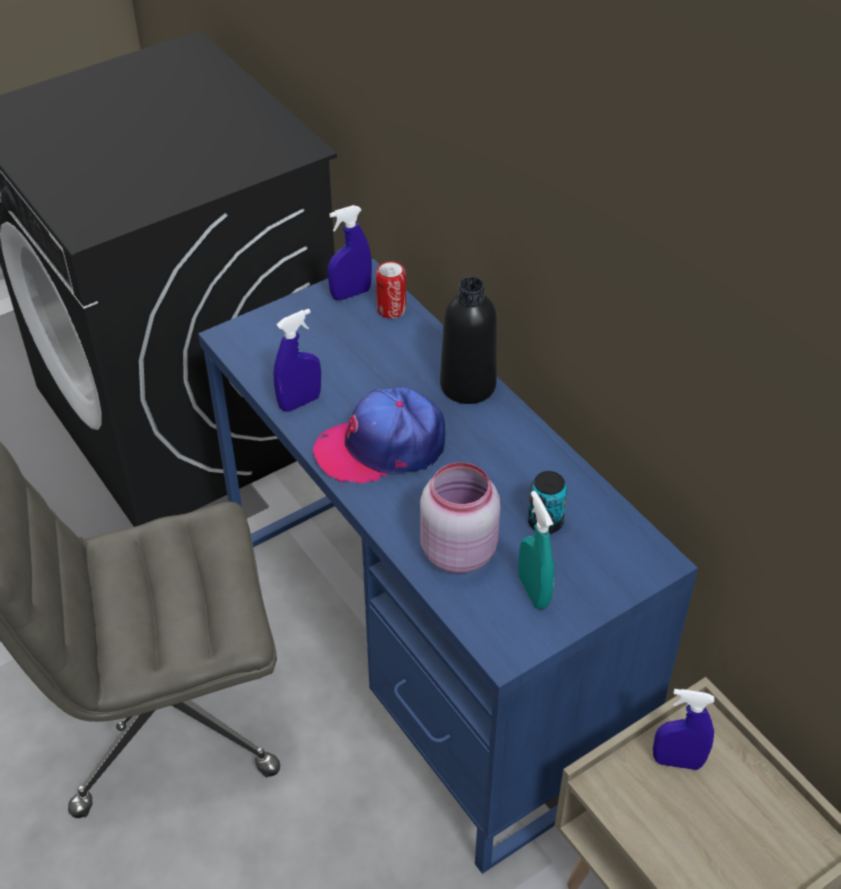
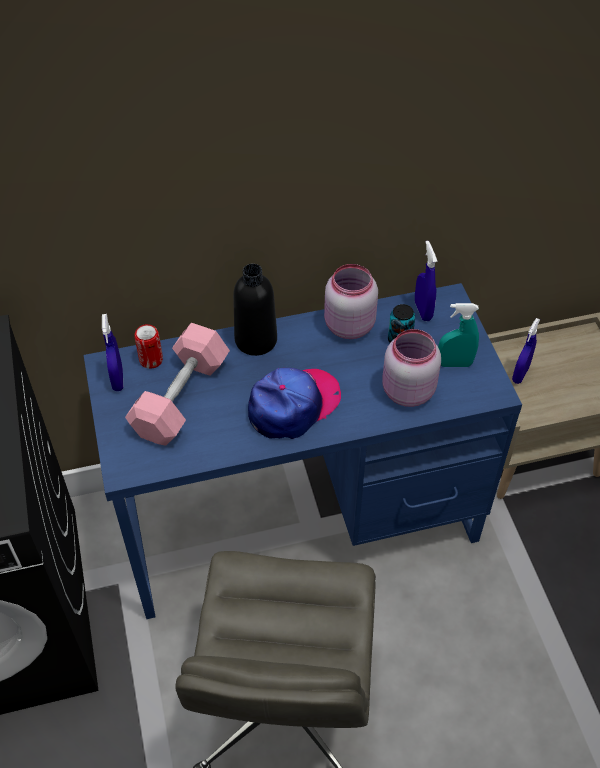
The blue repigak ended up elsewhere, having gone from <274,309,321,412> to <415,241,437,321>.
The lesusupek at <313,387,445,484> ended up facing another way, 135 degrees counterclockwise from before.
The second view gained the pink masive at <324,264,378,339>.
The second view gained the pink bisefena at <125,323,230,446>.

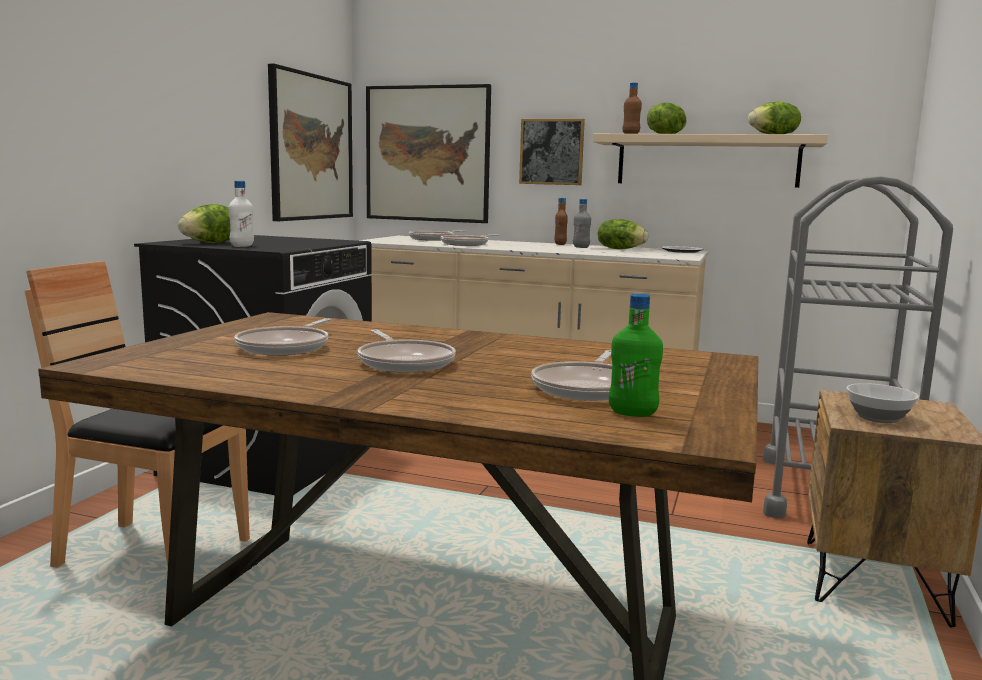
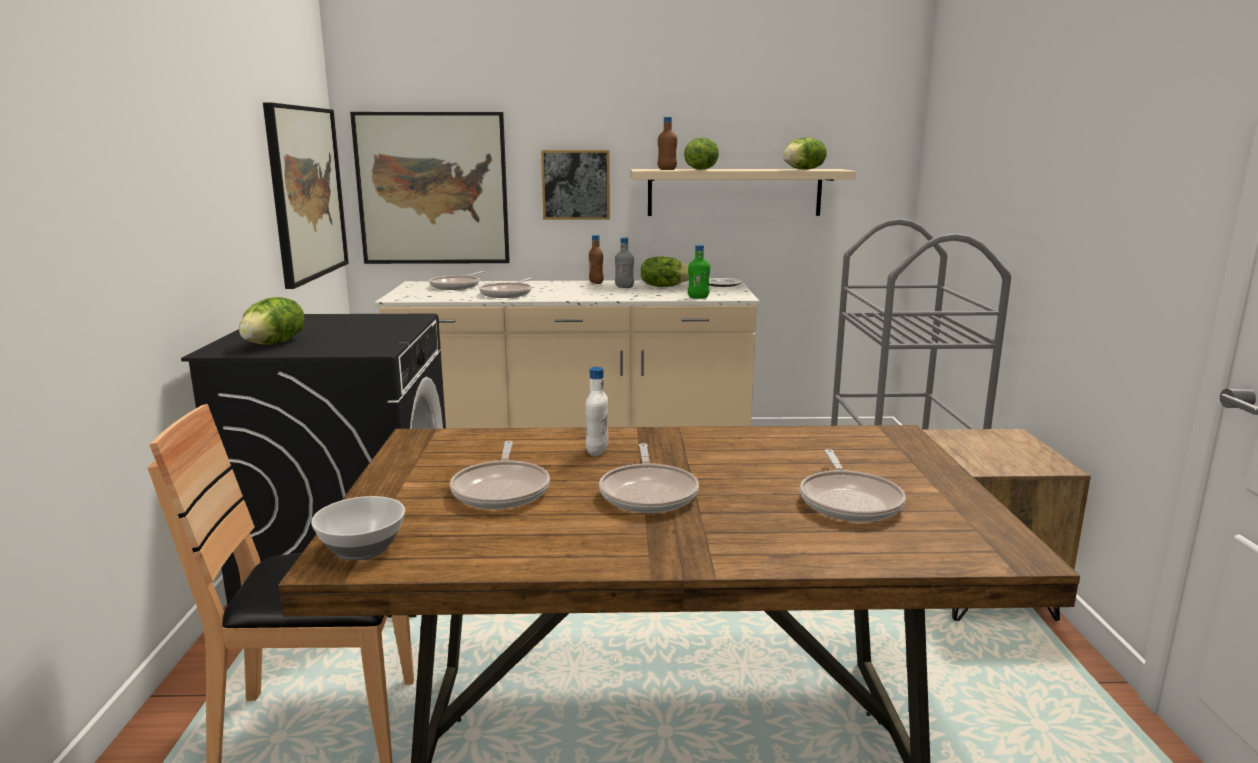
The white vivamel ended up elsewhere, having gone from <228,181,254,247> to <585,367,609,456>.
The green vivamel ended up elsewhere, having gone from <609,294,663,417> to <688,244,710,299>.
The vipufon at <358,330,456,372> ended up facing another way, 45 degrees clockwise from before.
The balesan ended up elsewhere, having gone from <846,383,919,423> to <311,496,405,560>.

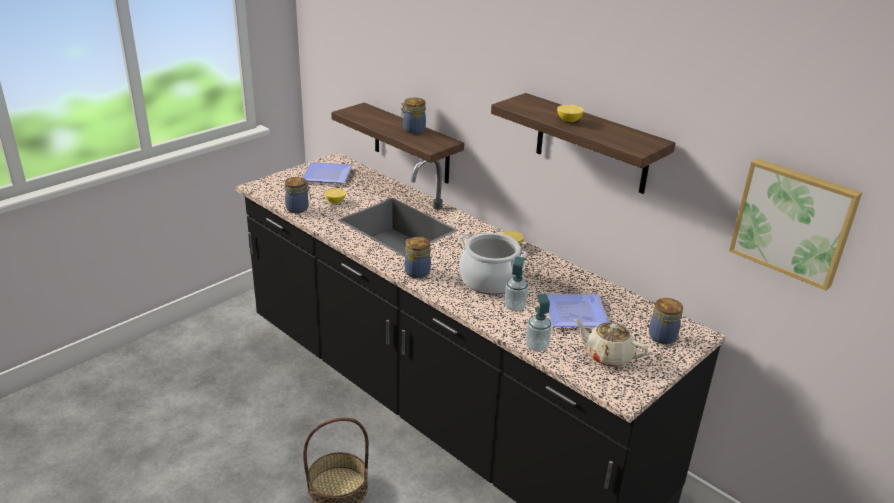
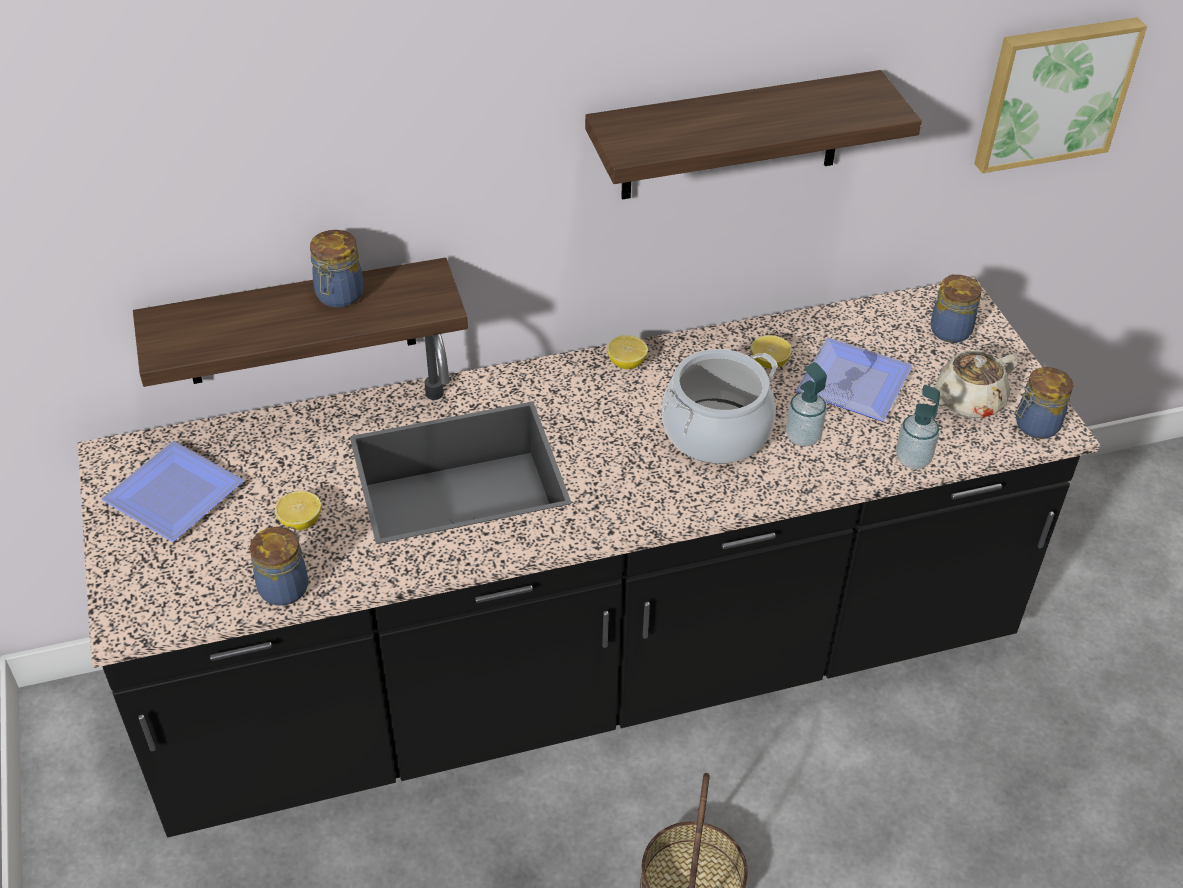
The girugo ended up elsewhere, having gone from <557,105,584,122> to <751,335,792,369>.
The masive ended up elsewhere, having gone from <404,237,431,278> to <1016,367,1073,439>.

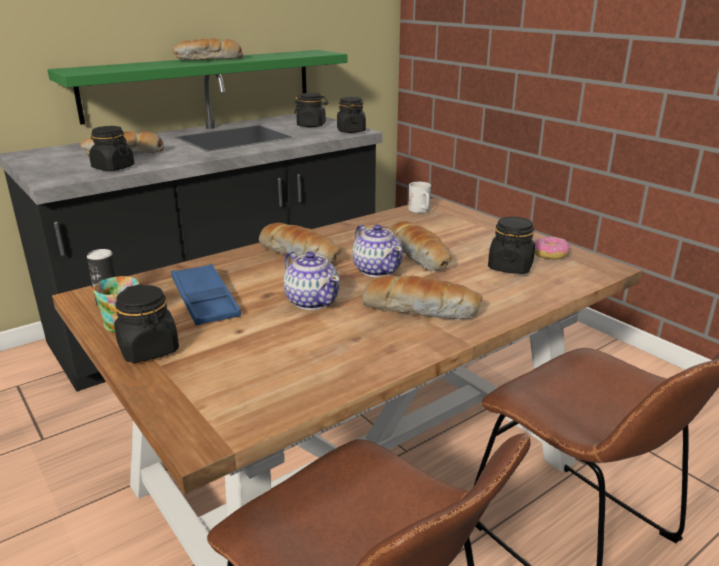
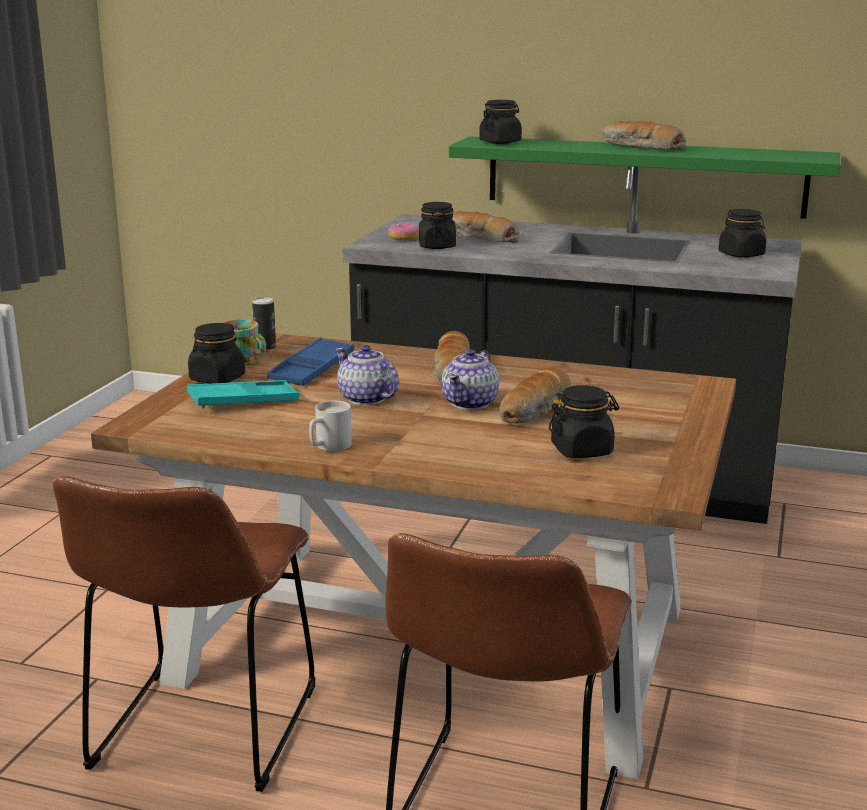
The black masive ended up elsewhere, having gone from <337,97,366,133> to <479,100,522,144>.
The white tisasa ended up elsewhere, having gone from <408,182,431,213> to <309,401,351,451>.
The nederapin ended up elsewhere, having gone from <534,237,570,259> to <388,224,419,240>.
The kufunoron at <283,251,340,310> ended up facing another way, 120 degrees clockwise from before.
The second view lost the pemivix at <362,275,482,319>.
The second view gained the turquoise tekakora at <187,380,300,409>.

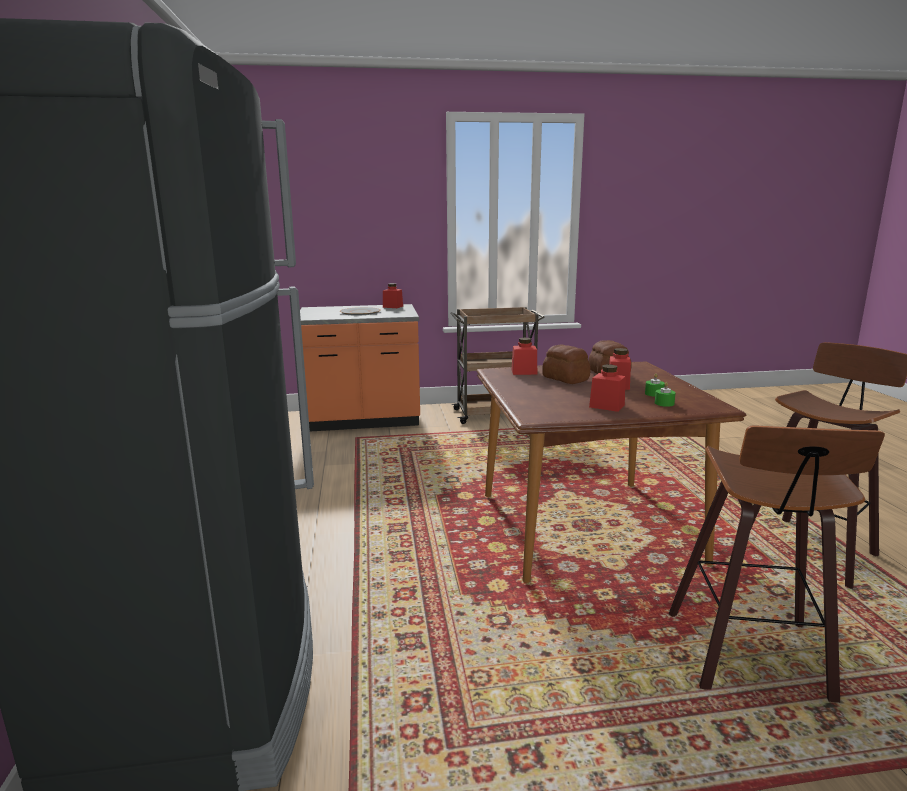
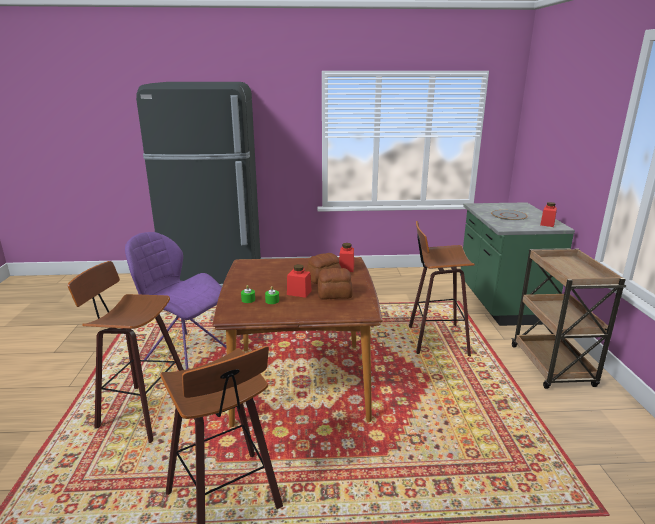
What was the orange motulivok at <300,304,420,431> turned into the green motulivok at <460,202,575,326>.
The second view lost the red masive at <589,365,626,412>.
The second view gained the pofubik at <409,221,475,357>.
The second view gained the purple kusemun at <125,232,226,370>.

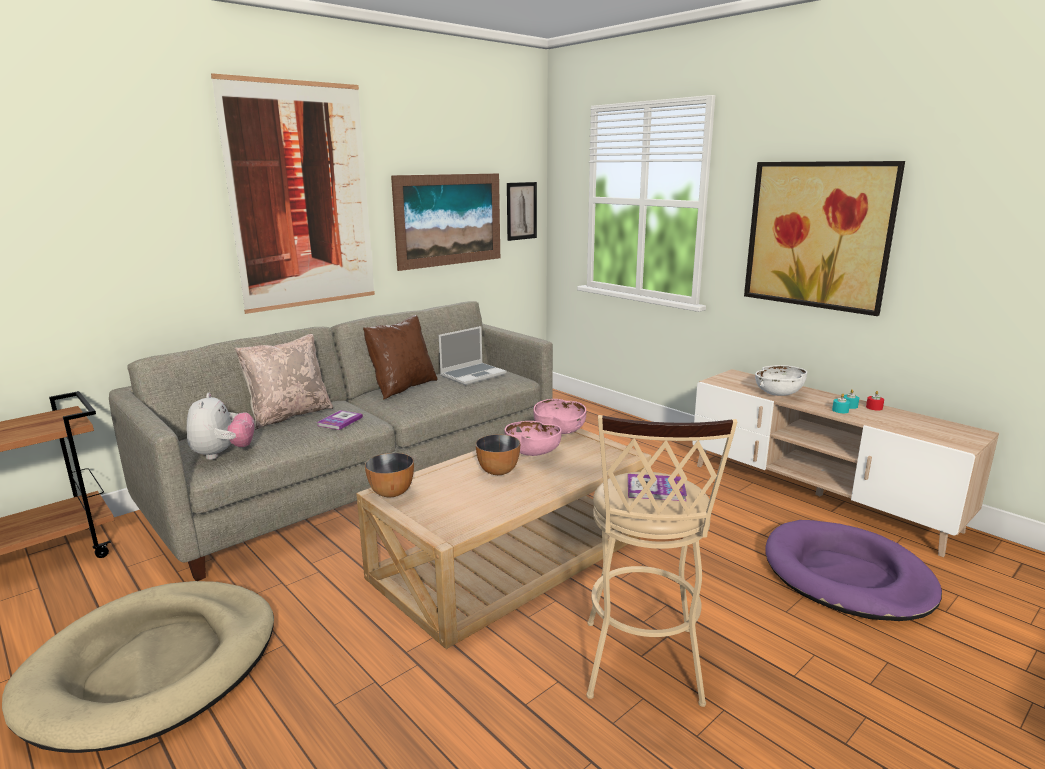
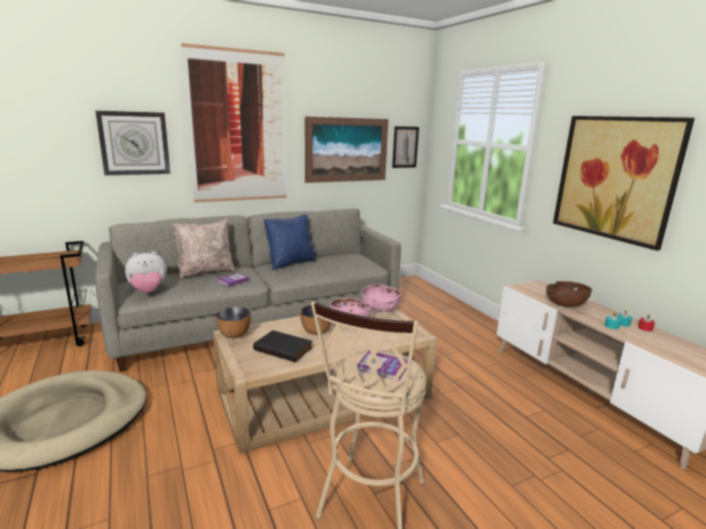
What was the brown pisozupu at <363,315,437,400> turned into the blue pisozupu at <264,214,316,270>.
The second view lost the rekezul at <439,326,506,385>.
What was the white balesan at <755,365,807,396> turned into the brown balesan at <546,281,592,307>.
The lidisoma at <187,393,255,460> ended up facing another way, 60 degrees clockwise from before.
The second view lost the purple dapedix at <765,520,942,621>.
The second view gained the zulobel at <95,110,171,175>.
The second view gained the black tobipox at <253,330,313,362>.

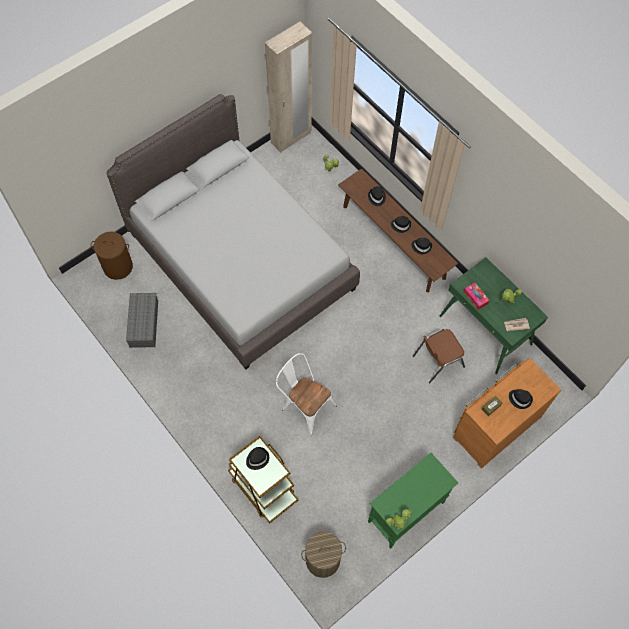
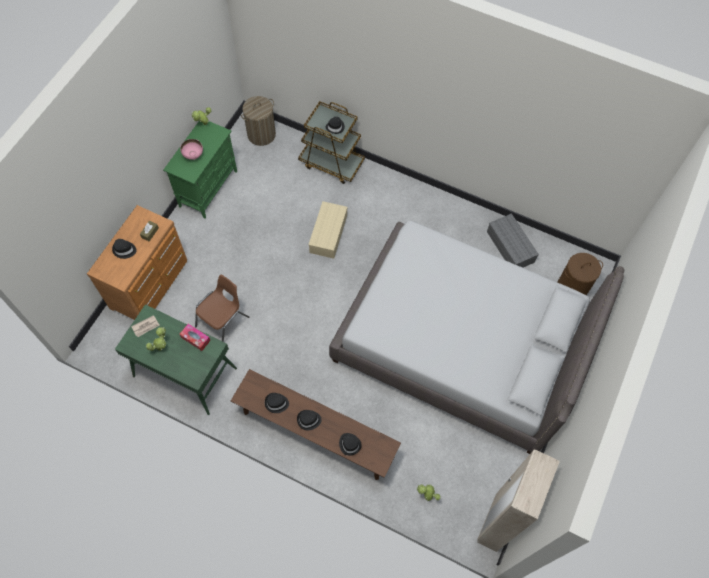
Where the white kusemun stood at <276,353,336,436>, the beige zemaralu came to stand at <308,201,347,259>.
The second view gained the pink balesan at <180,139,203,160>.

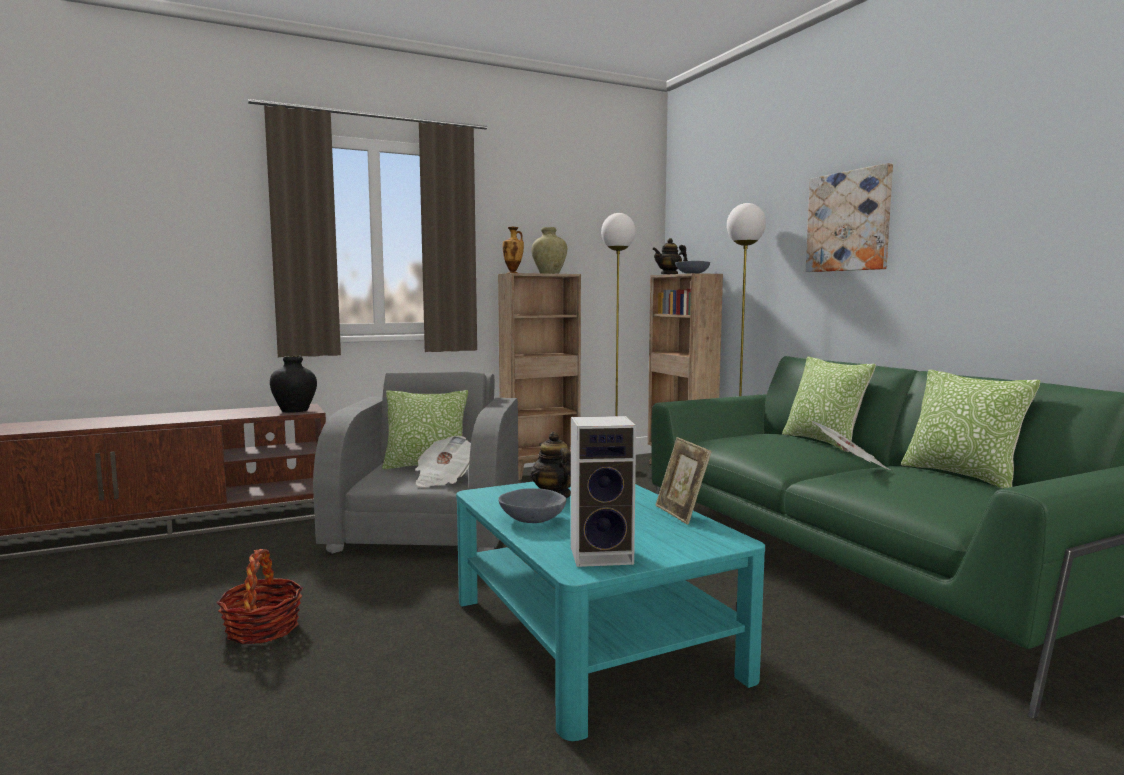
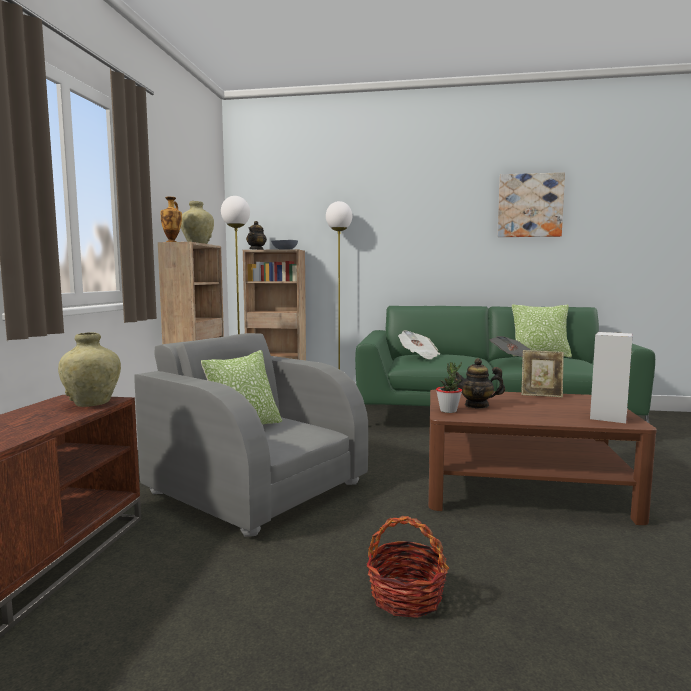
The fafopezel ended up elsewhere, having gone from <806,163,893,272> to <497,172,565,237>.
What was the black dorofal at <270,355,317,413> turned into the beige dorofal at <58,332,121,407>.
The second view lost the pisozupu at <782,356,876,452>.
The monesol ended up elsewhere, having gone from <415,436,471,487> to <398,331,440,359>.
What was the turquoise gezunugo at <456,482,765,741> turned into the brown gezunugo at <428,389,657,525>.
The second view lost the grey balesan at <498,488,566,523>.
The second view gained the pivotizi at <436,362,462,413>.

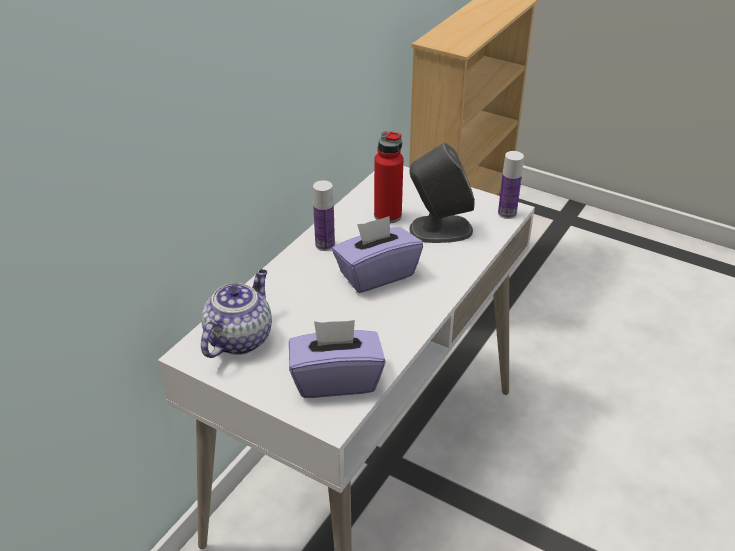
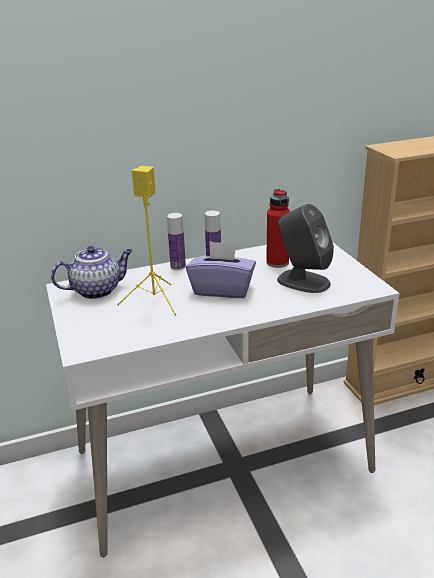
The vivamel ended up elsewhere, having gone from <498,151,524,219> to <167,213,186,270>.
The second view lost the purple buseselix at <289,320,385,398>.
The second view gained the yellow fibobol at <117,166,177,316>.

